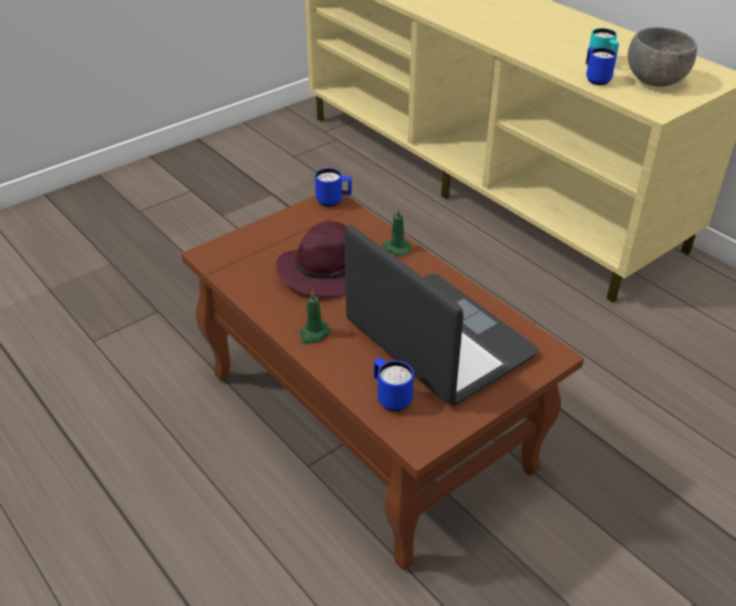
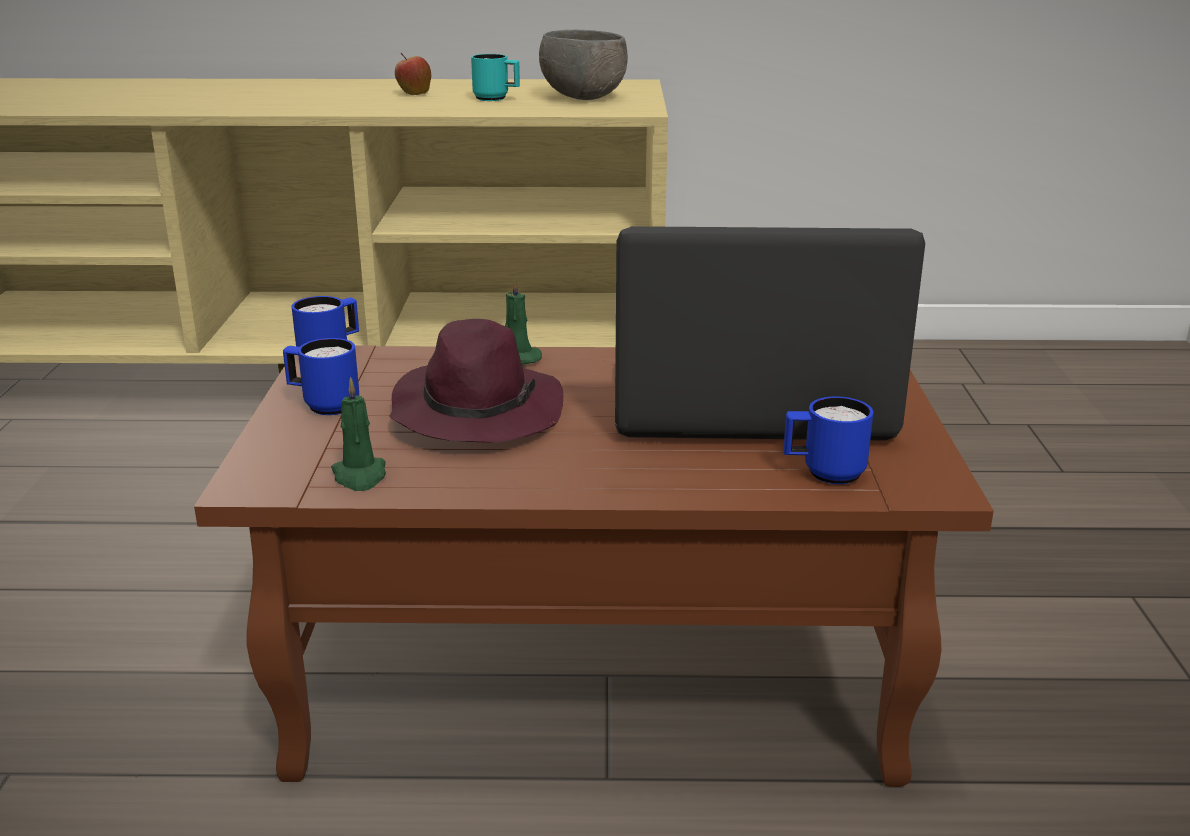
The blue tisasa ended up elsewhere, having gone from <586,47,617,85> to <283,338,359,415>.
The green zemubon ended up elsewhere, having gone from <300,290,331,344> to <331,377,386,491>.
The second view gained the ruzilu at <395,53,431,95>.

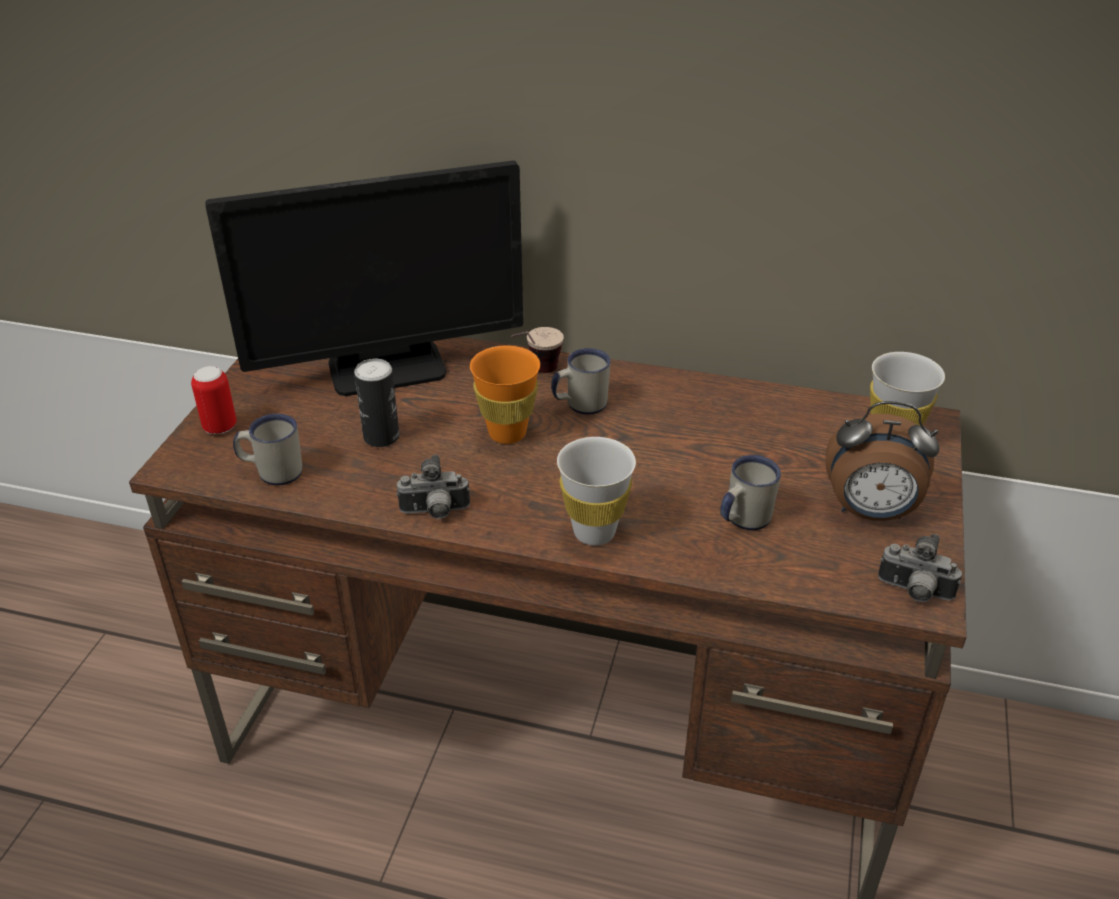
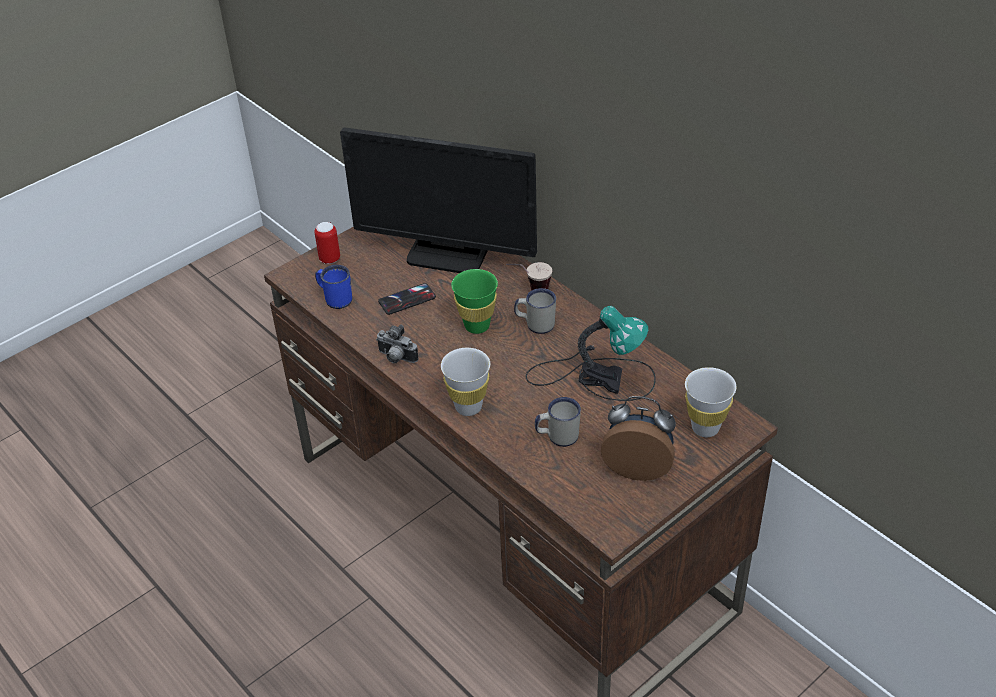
What was the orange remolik at <470,345,540,444> turned into the green remolik at <451,269,498,334>.
Where the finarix stood at <354,359,399,447>, the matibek came to stand at <378,283,436,315>.
The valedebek at <826,401,940,521> ended up facing another way, 150 degrees clockwise from before.
What was the white tisasa at <233,414,302,485> turned into the blue tisasa at <315,265,352,309>.
The second view lost the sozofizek at <878,534,962,602>.
The second view gained the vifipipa at <526,306,656,401>.

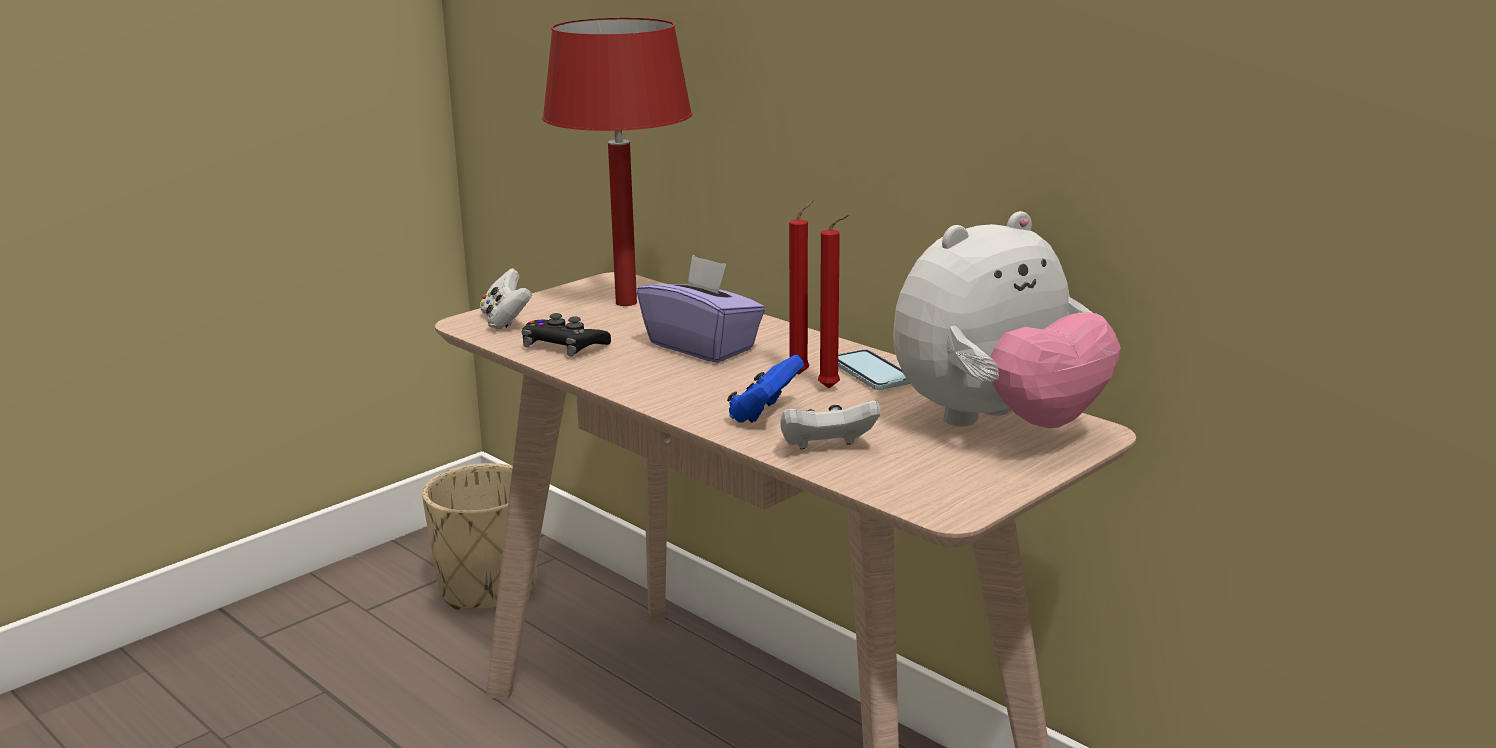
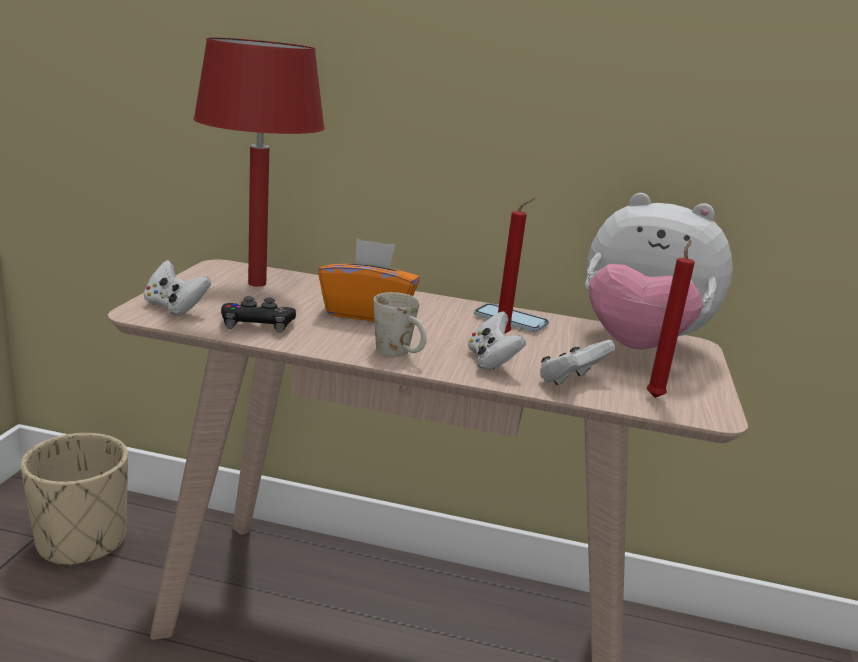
The red zemubon ended up elsewhere, having gone from <789,201,814,375> to <647,240,695,398>.
The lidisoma at <893,211,1121,429> ended up facing another way, 90 degrees clockwise from before.
What was the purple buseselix at <637,255,766,363> turned into the orange buseselix at <318,239,420,322>.
What was the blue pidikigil at <727,355,804,423> turned into the white pidikigil at <468,311,526,371>.
The second view gained the white tisasa at <374,292,427,357>.

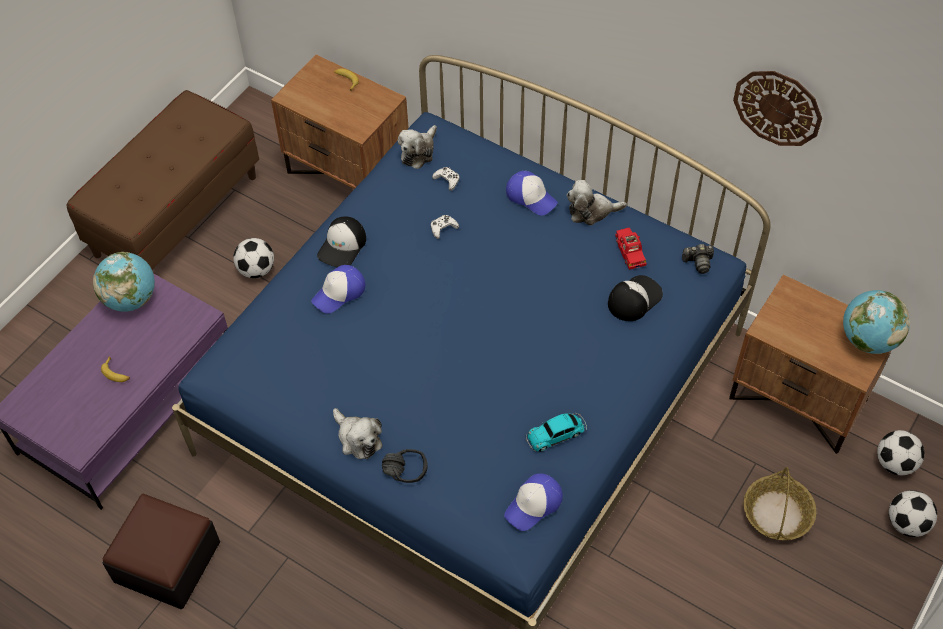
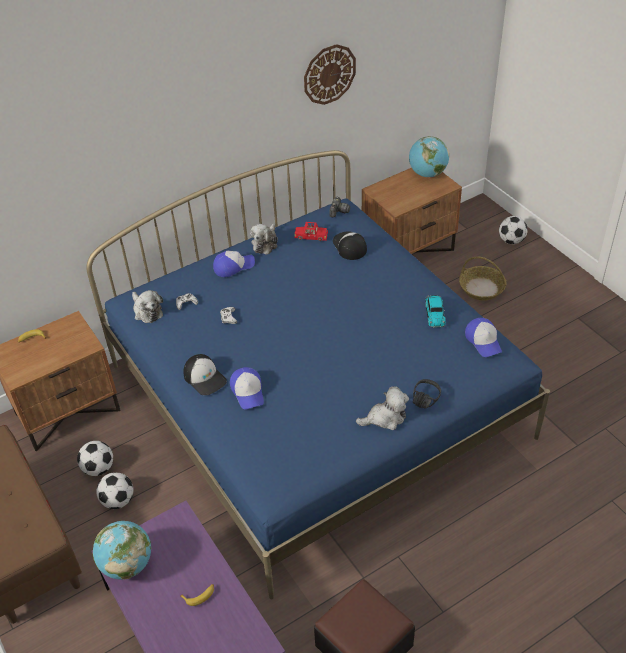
The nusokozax ended up elsewhere, having gone from <877,430,924,475> to <77,441,113,476>.

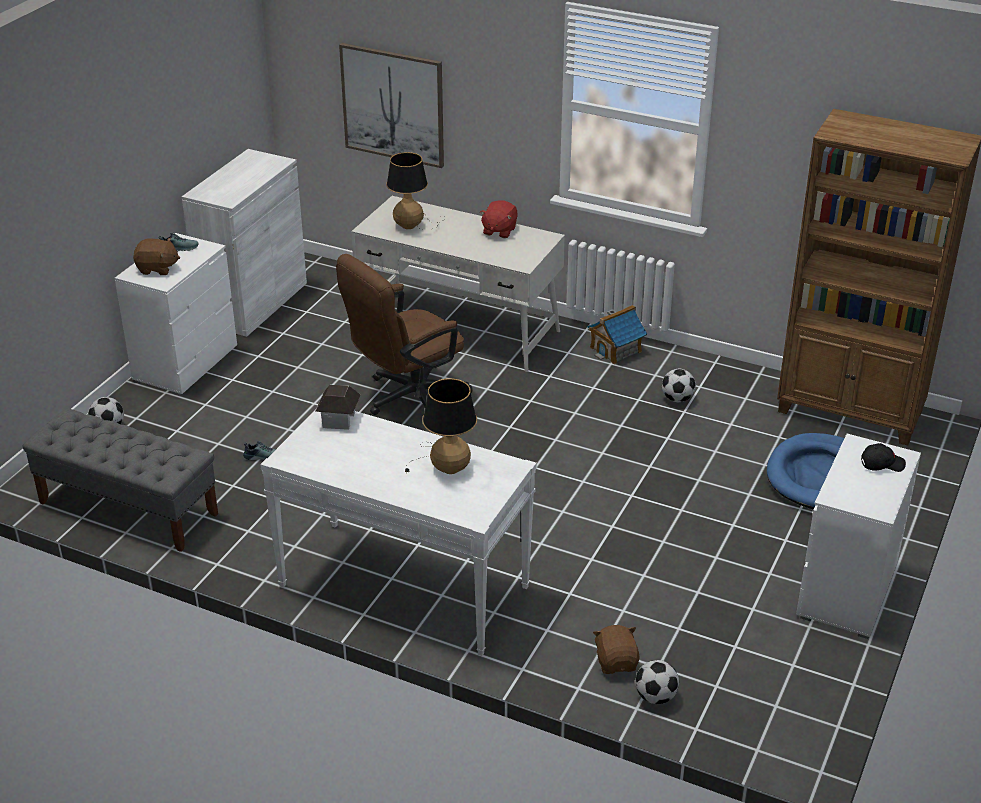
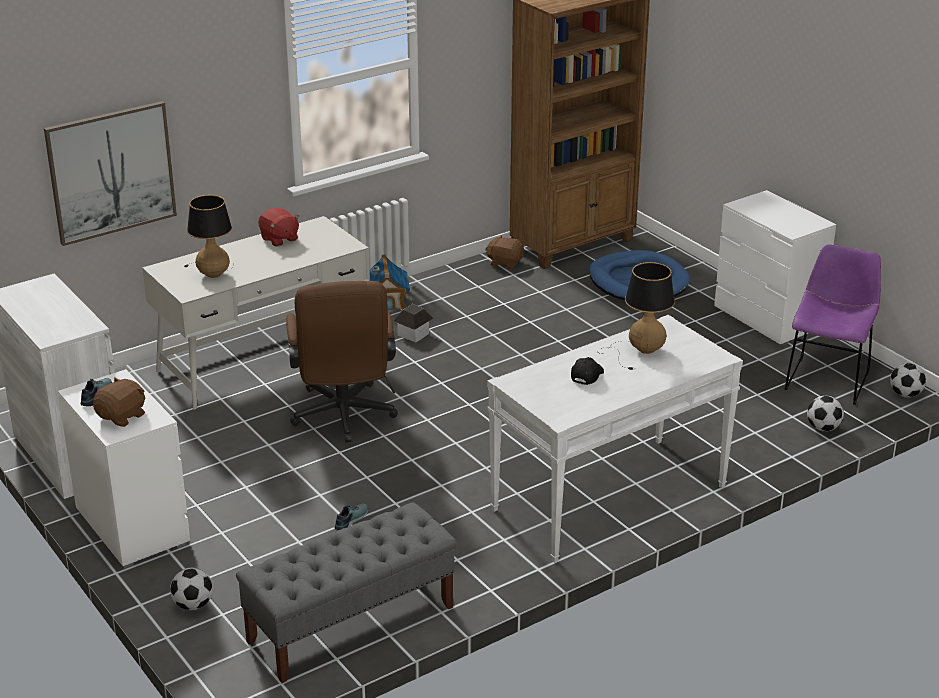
The nusokozax ended up elsewhere, having gone from <662,369,696,402> to <890,363,926,397>.
The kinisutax ended up elsewhere, having gone from <315,385,361,430> to <394,304,433,342>.
The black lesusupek ended up elsewhere, having gone from <861,443,906,472> to <571,357,604,385>.
The brown lidisoma ended up elsewhere, having gone from <593,625,640,674> to <485,236,524,269>.
The second view gained the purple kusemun at <785,244,881,405>.

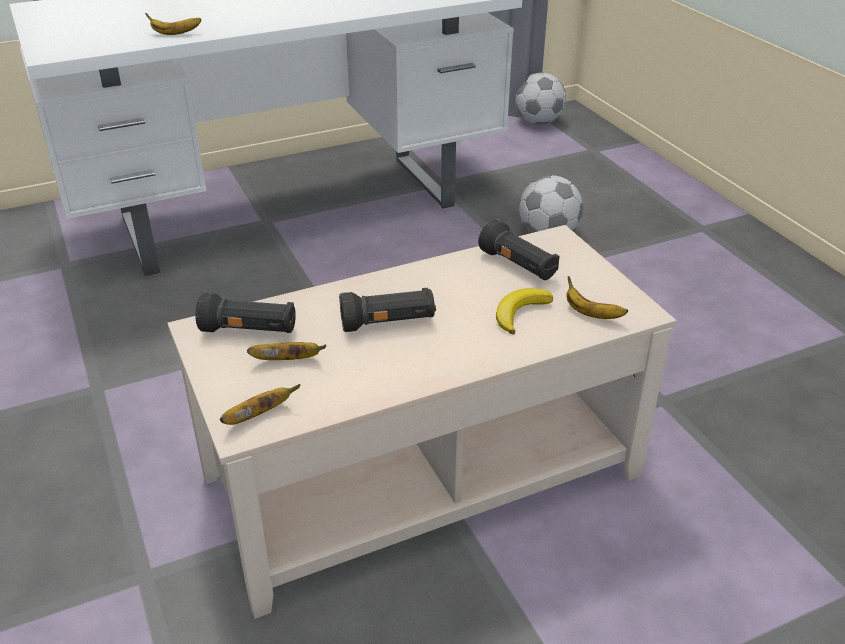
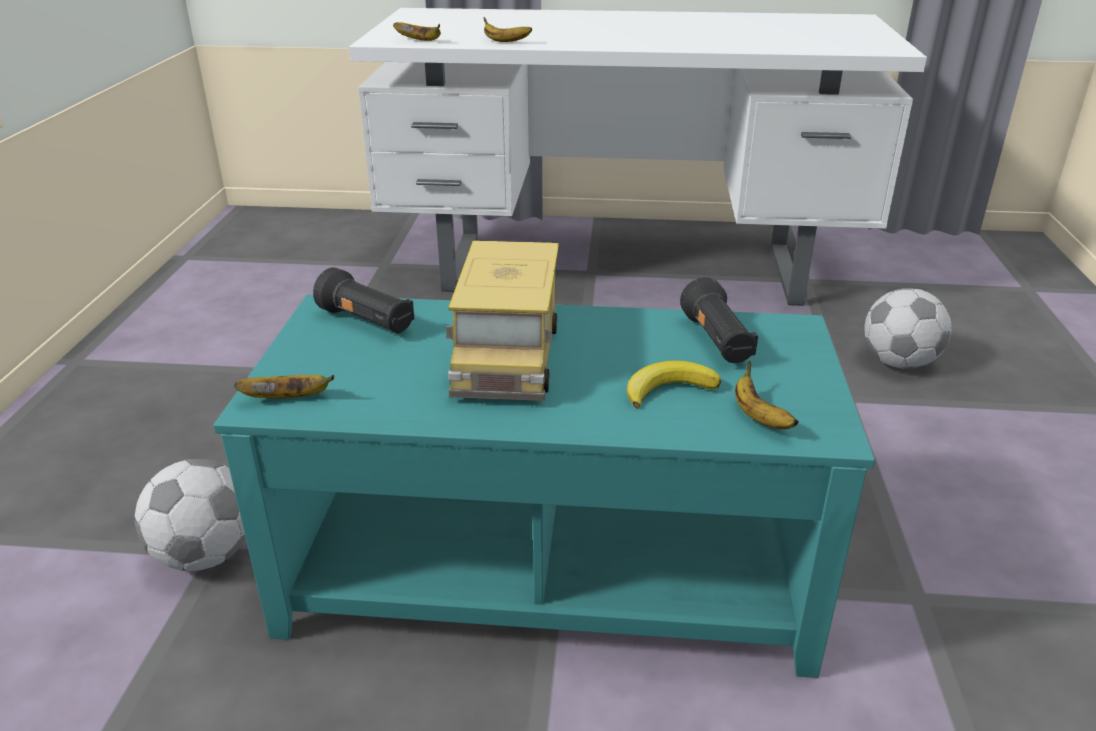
The nusokozax ended up elsewhere, having gone from <516,73,566,124> to <135,459,246,571>.
What was the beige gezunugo at <168,225,676,619> turned into the turquoise gezunugo at <213,295,875,678>.
Where the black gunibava stood at <339,288,436,332>, the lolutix came to stand at <446,240,559,401>.
The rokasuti ended up elsewhere, having gone from <247,342,326,360> to <393,22,441,41>.

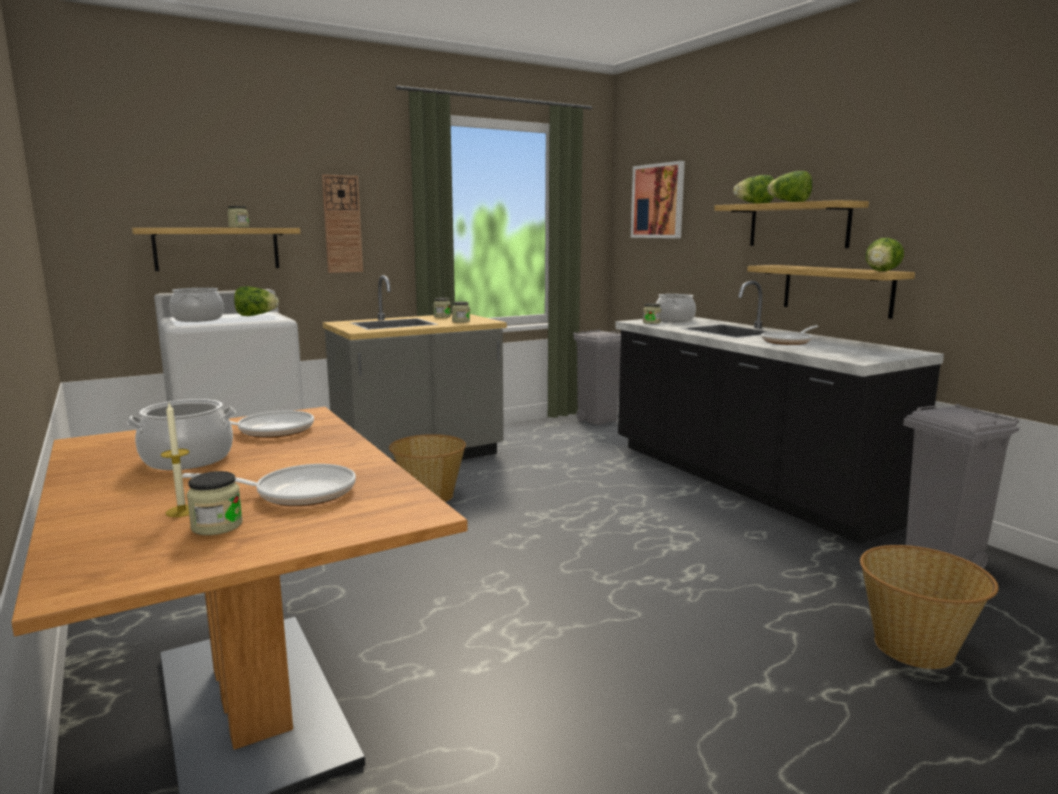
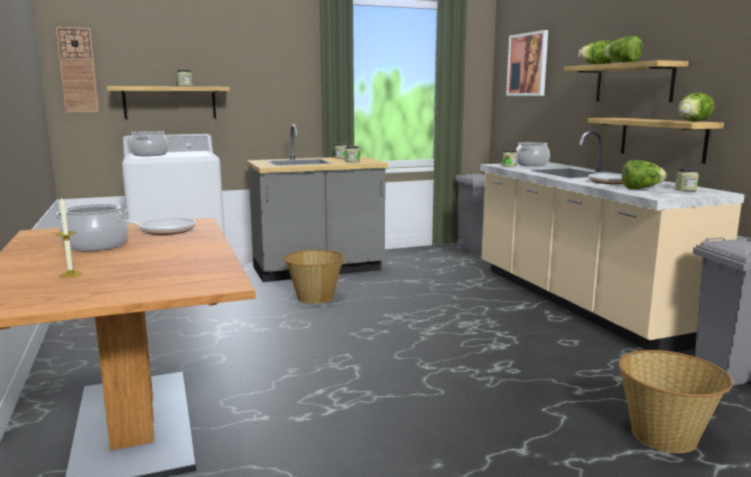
The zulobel ended up elsewhere, having gone from <322,174,363,273> to <56,27,99,113>.
What was the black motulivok at <615,281,944,544> turned into the beige motulivok at <480,131,745,352>.
The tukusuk ended up elsewhere, having gone from <234,286,279,316> to <622,160,667,189>.
The second view lost the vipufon at <182,464,356,506>.
The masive ended up elsewhere, having gone from <187,471,243,535> to <675,168,699,191>.

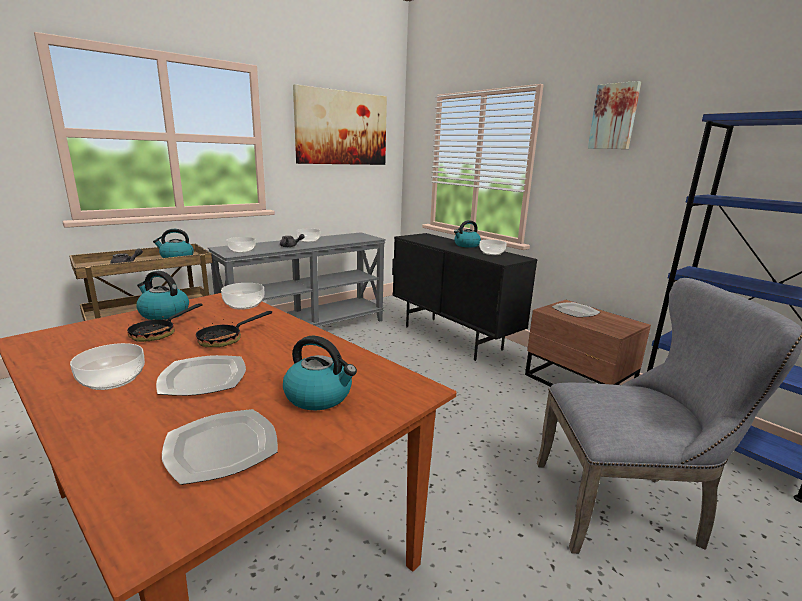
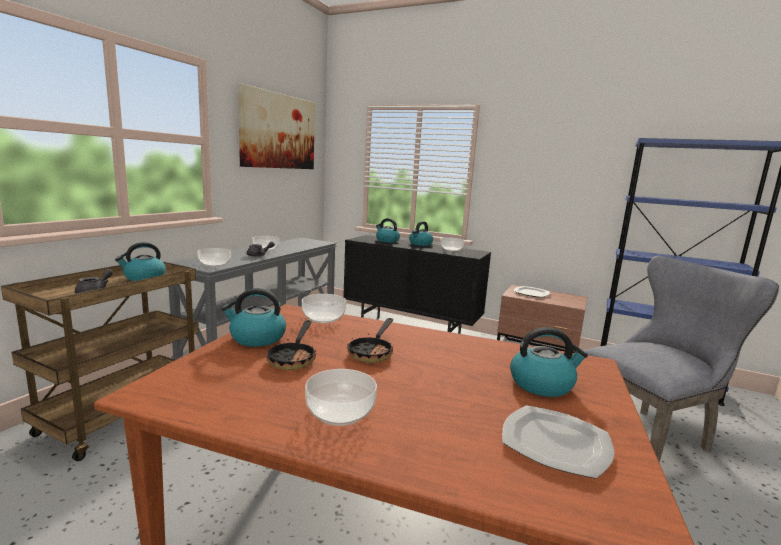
The second view lost the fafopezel at <588,81,641,149>.
The second view lost the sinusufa at <156,355,246,396>.
The second view gained the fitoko at <376,218,400,243>.

